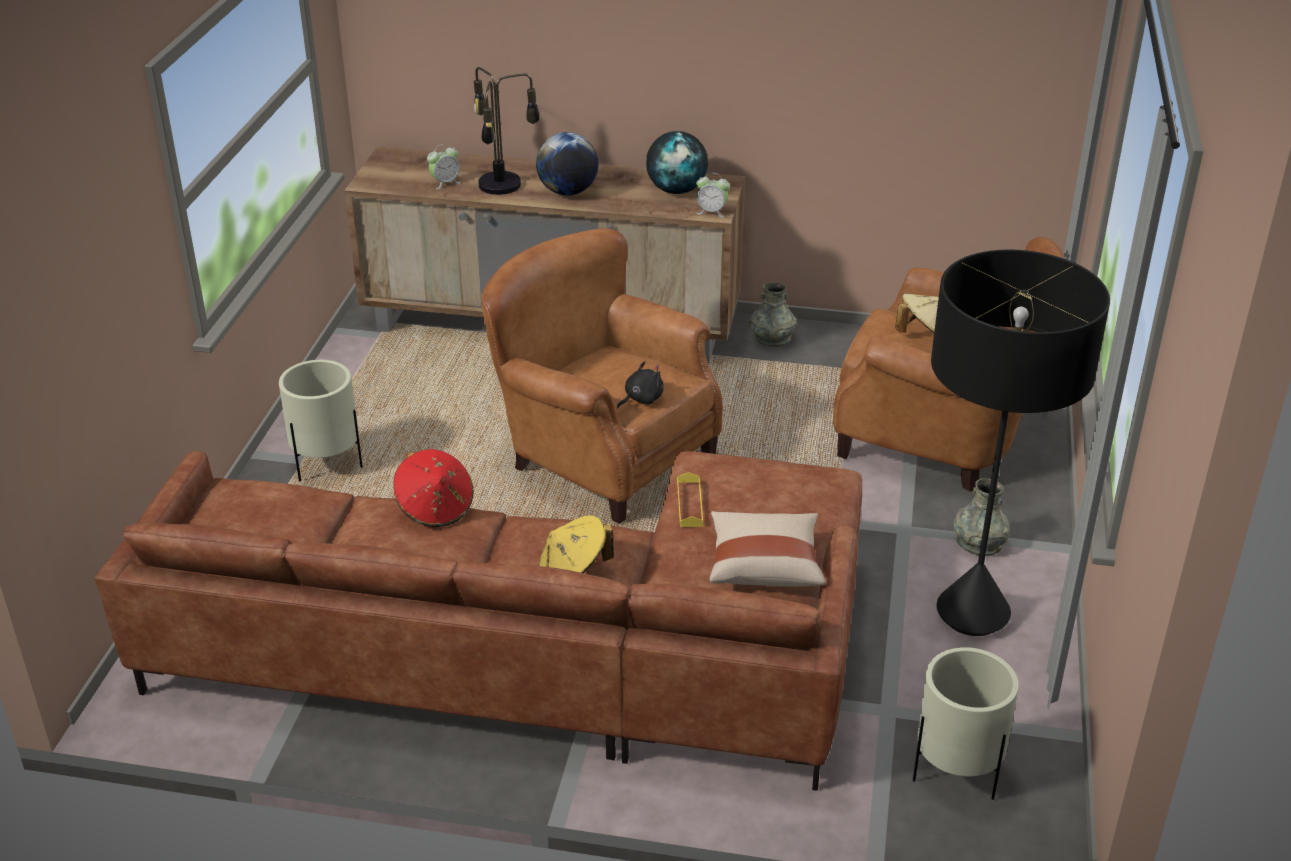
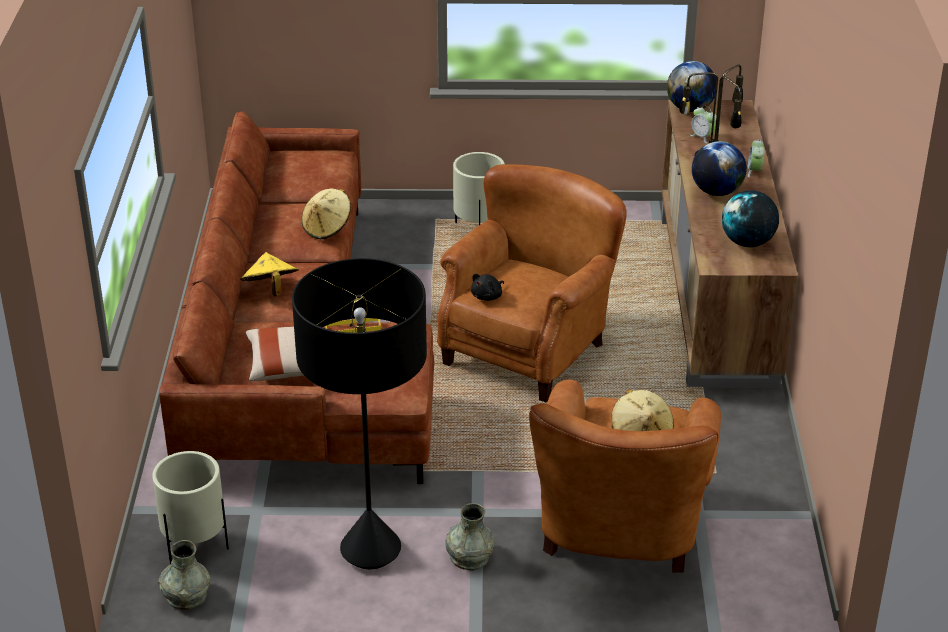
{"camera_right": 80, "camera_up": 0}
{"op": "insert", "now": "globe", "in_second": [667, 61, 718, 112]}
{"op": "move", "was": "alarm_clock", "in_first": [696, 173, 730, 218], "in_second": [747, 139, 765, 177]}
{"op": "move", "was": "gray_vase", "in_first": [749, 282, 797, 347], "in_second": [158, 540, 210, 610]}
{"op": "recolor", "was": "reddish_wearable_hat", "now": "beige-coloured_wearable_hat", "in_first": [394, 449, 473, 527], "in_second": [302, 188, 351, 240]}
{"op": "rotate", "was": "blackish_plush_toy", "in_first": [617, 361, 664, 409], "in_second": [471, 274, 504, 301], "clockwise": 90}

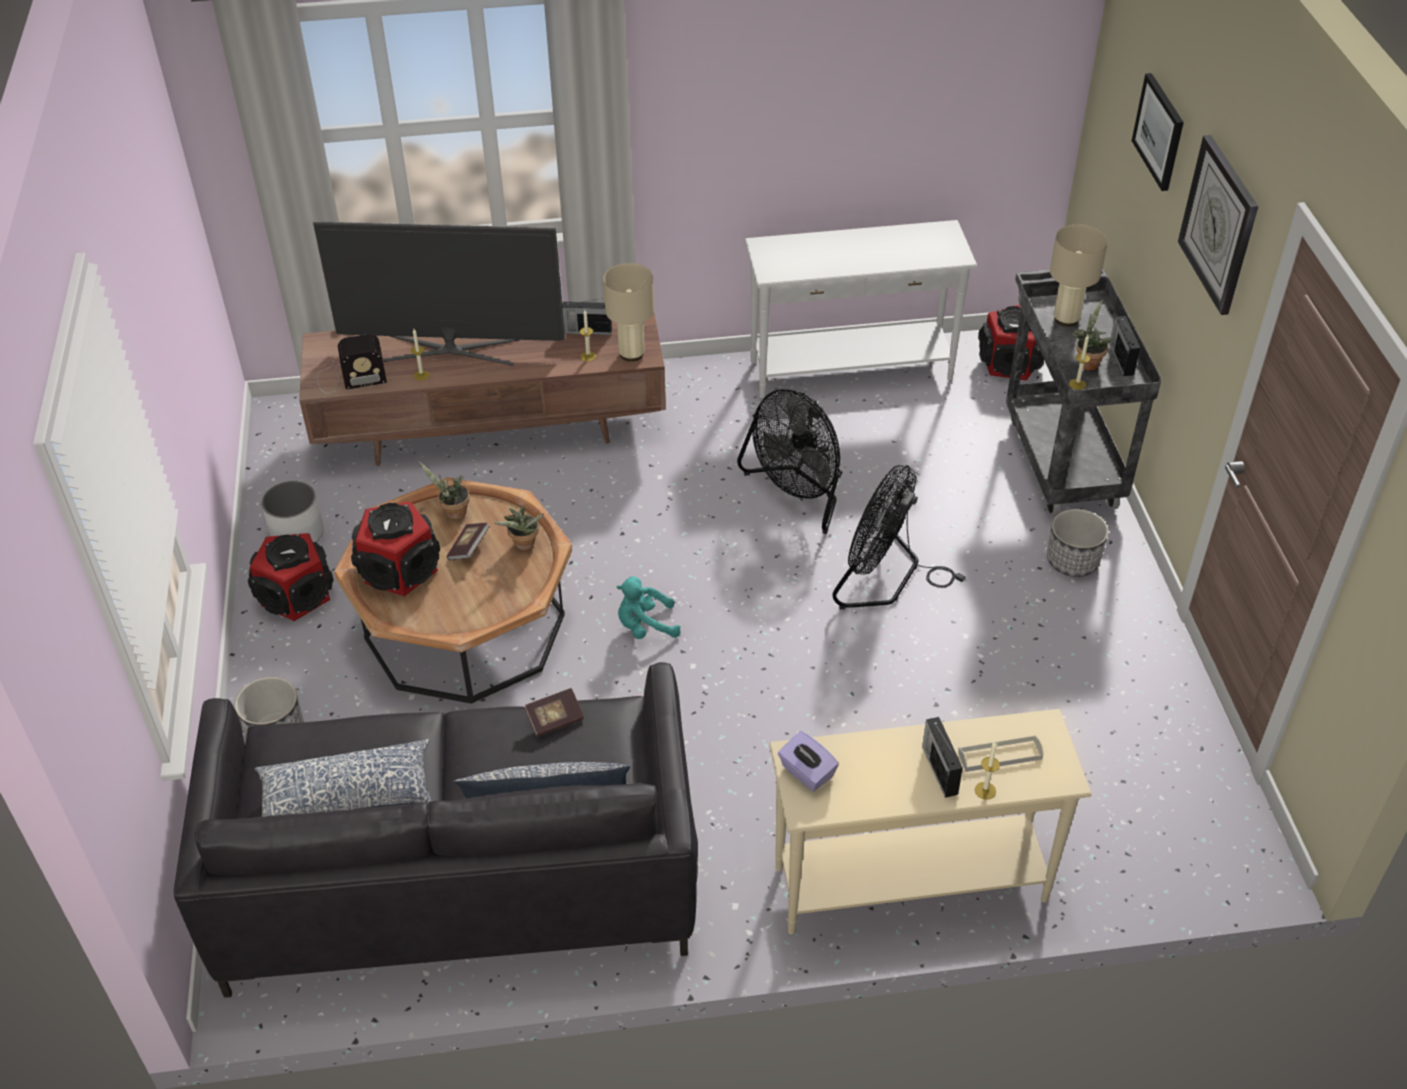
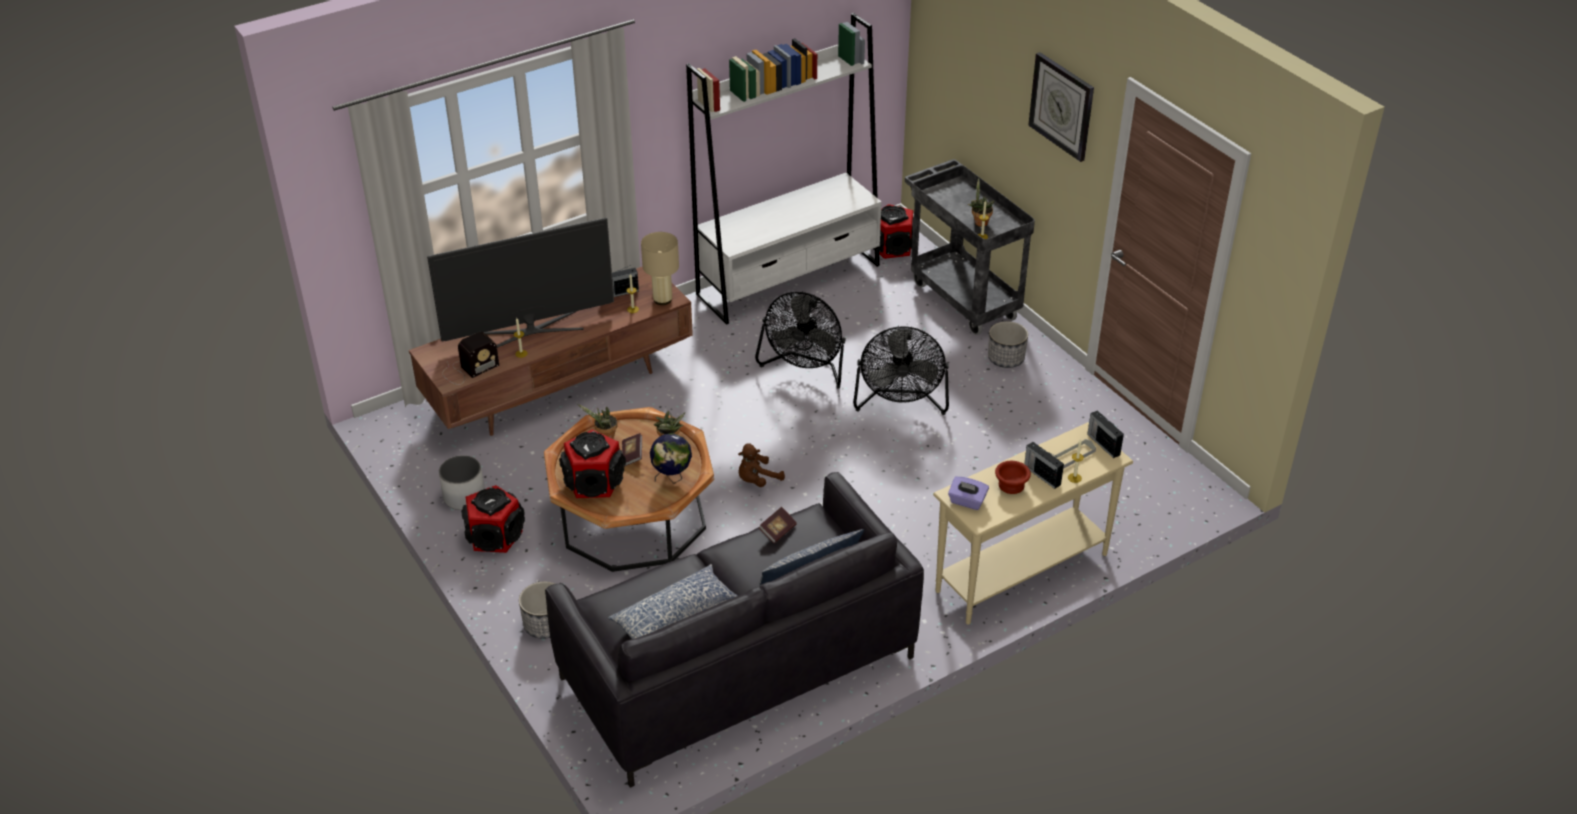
{"camera_right": -25, "camera_up": -5}
{"op": "delete", "was": "beige-coloured_table_lamp", "in_first": [1050, 224, 1108, 327]}
{"op": "delete", "was": "wall_art", "in_first": [1132, 73, 1184, 191]}
{"op": "insert", "now": "globe", "in_second": [650, 433, 692, 484]}
{"op": "insert", "now": "brown-coloured_deep_dish", "in_second": [995, 461, 1031, 494]}
{"op": "move", "was": "radio_set", "in_first": [1109, 316, 1140, 376], "in_second": [1087, 410, 1124, 458]}
{"op": "replace", "was": "white_console_table", "now": "white_bookcase", "in_first": [745, 220, 977, 399], "in_second": [686, 13, 882, 325]}
{"op": "recolor", "was": "turquoise_plush_toy", "now": "brown-coloured_plush_toy", "in_first": [617, 576, 681, 639], "in_second": [738, 443, 785, 487]}
{"op": "rotate", "was": "blackish_fan", "in_first": [833, 465, 966, 610], "in_second": [853, 326, 949, 415], "clockwise": -90}

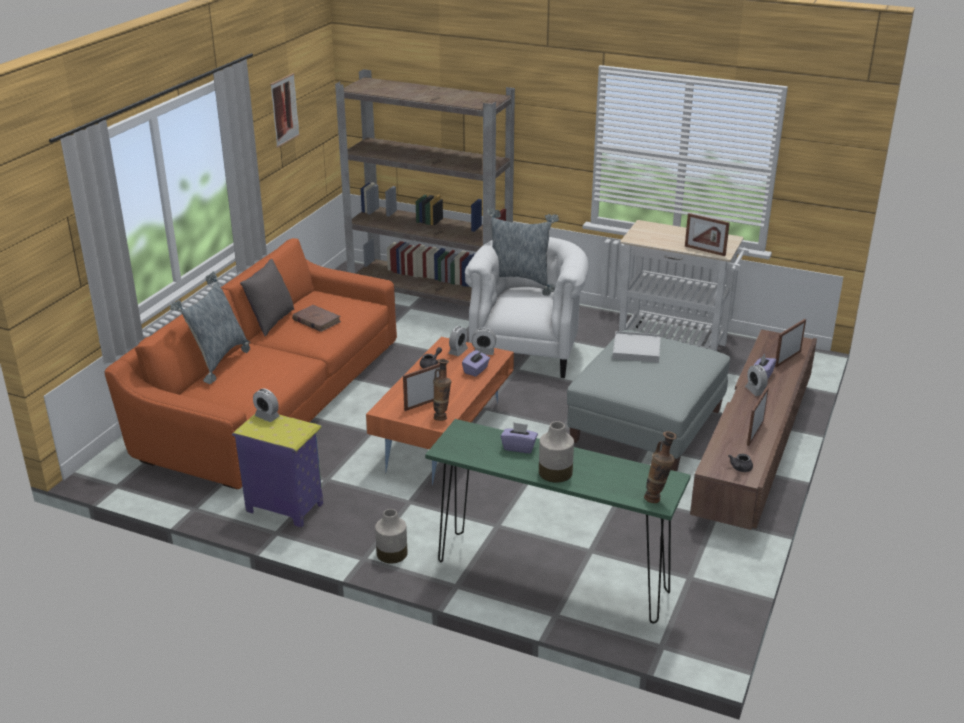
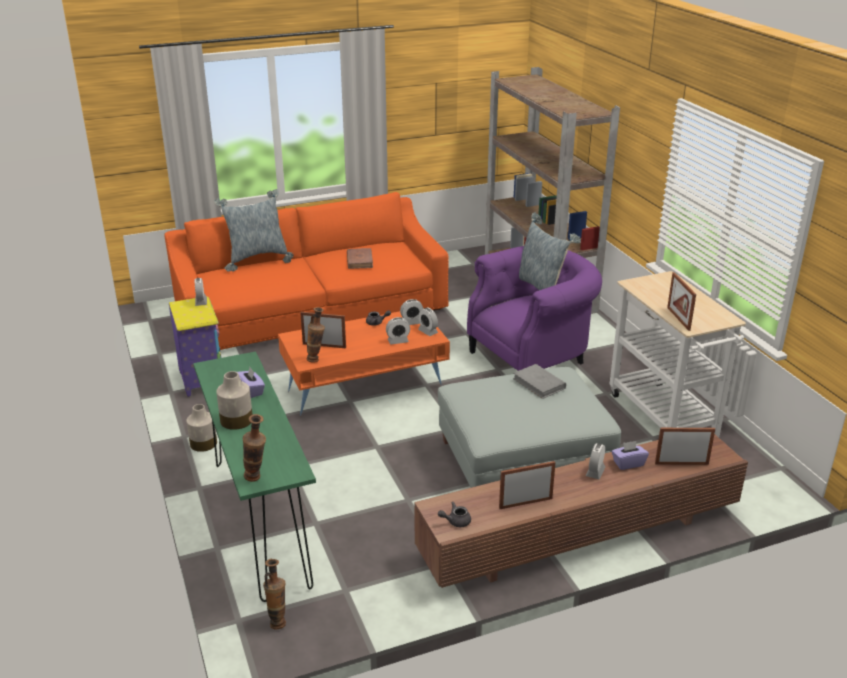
{"camera_right": 45, "camera_up": 0}
{"op": "delete", "was": "gray_cushion", "in_first": [240, 259, 294, 337]}
{"op": "delete", "was": "wall_art", "in_first": [270, 73, 300, 148]}
{"op": "insert", "now": "vase", "in_second": [263, 559, 286, 630]}
{"op": "replace", "was": "purple-coloured_box_of_tissues", "now": "alarm_clock", "in_first": [462, 350, 490, 377], "in_second": [386, 317, 410, 344]}
{"op": "replace", "was": "white_tray", "now": "gray_volume", "in_first": [613, 331, 661, 363], "in_second": [513, 364, 566, 399]}
{"op": "recolor", "was": "white_armchair", "now": "purple-coloured_armchair", "in_first": [465, 237, 588, 378], "in_second": [467, 246, 602, 371]}

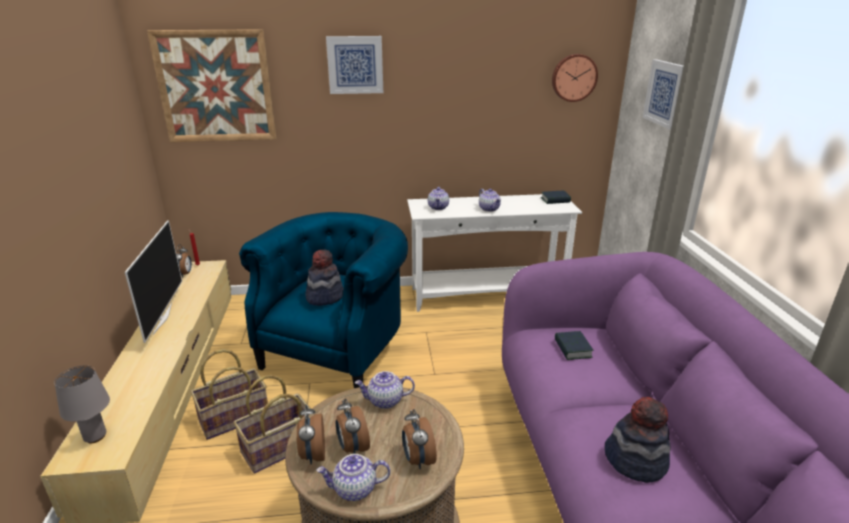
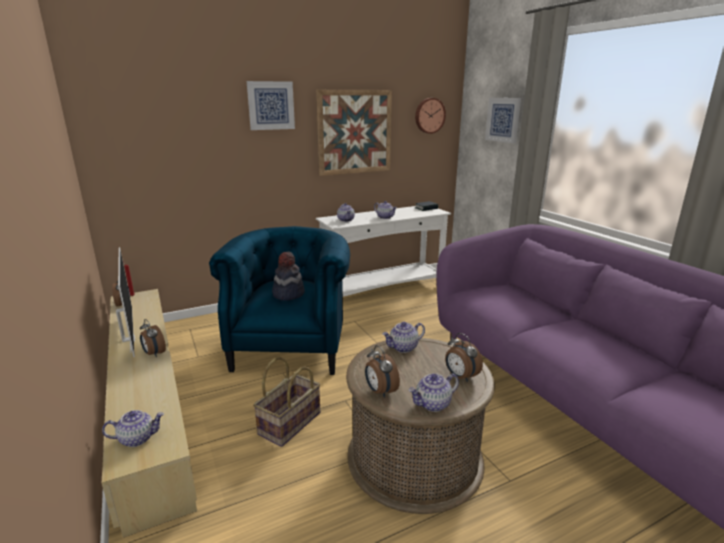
{"camera_right": -20, "camera_up": -5}
{"op": "delete", "was": "household_basket", "in_first": [191, 349, 268, 440]}
{"op": "delete", "was": "volume", "in_first": [555, 331, 593, 360]}
{"op": "delete", "was": "wearable_hat", "in_first": [605, 397, 670, 483]}
{"op": "move", "was": "wall_art", "in_first": [147, 29, 277, 142], "in_second": [316, 90, 392, 176]}
{"op": "move", "was": "alarm_clock", "in_first": [336, 398, 370, 454], "in_second": [140, 319, 166, 357]}
{"op": "replace", "was": "gray_table_lamp", "now": "pot_for_tea", "in_first": [54, 366, 110, 443], "in_second": [102, 410, 164, 447]}

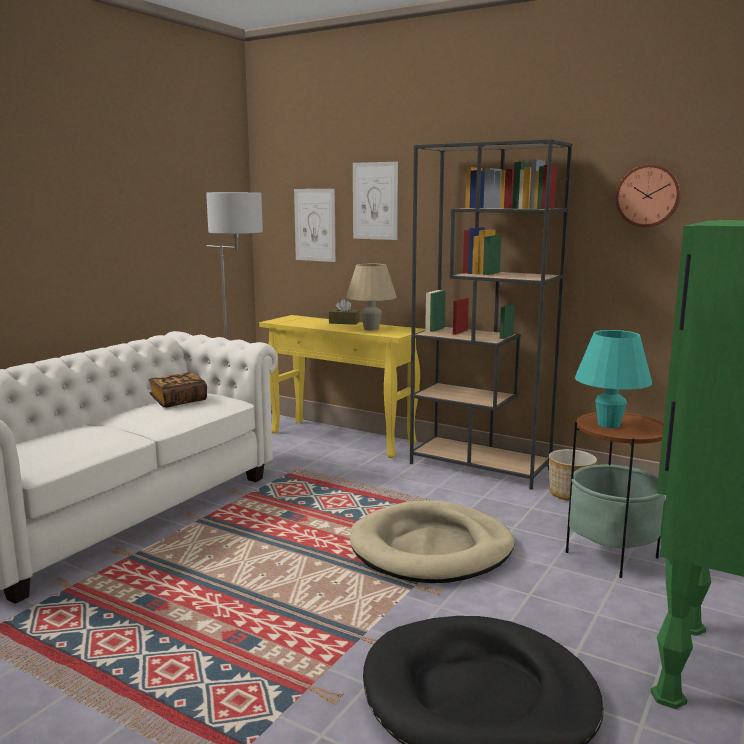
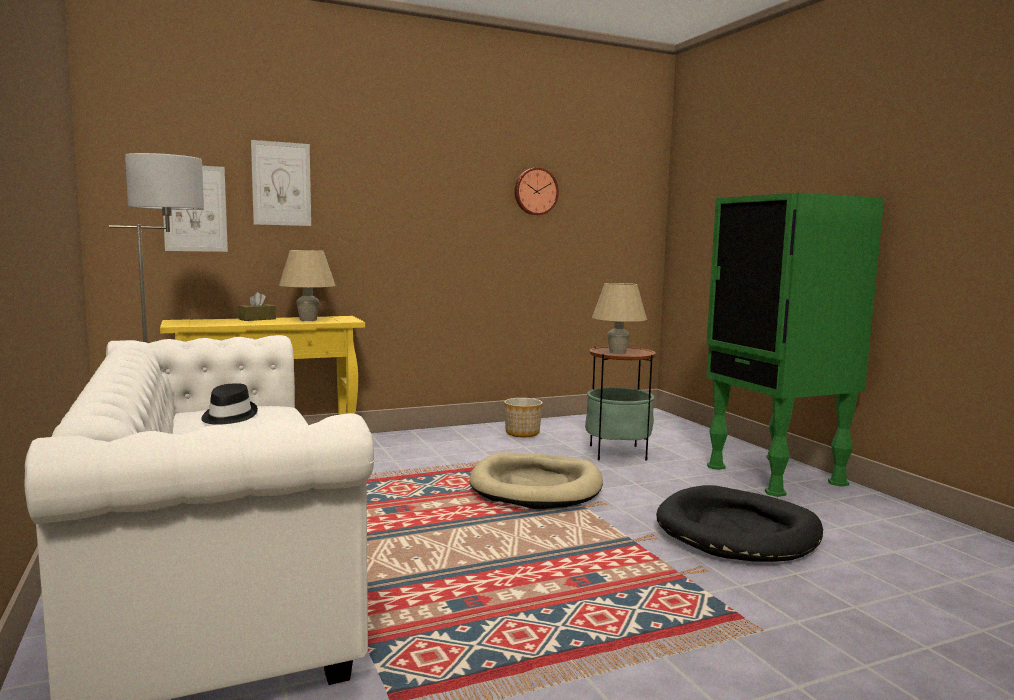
{"camera_right": -55, "camera_up": -5}
{"op": "delete", "was": "bookcase", "in_first": [410, 139, 572, 490]}
{"op": "replace", "was": "volume", "now": "blackish_wearable_hat", "in_first": [148, 372, 207, 408], "in_second": [201, 383, 258, 425]}
{"op": "recolor", "was": "turquoise_table_lamp", "now": "beige-coloured_table_lamp", "in_first": [575, 330, 652, 428], "in_second": [592, 283, 647, 354]}

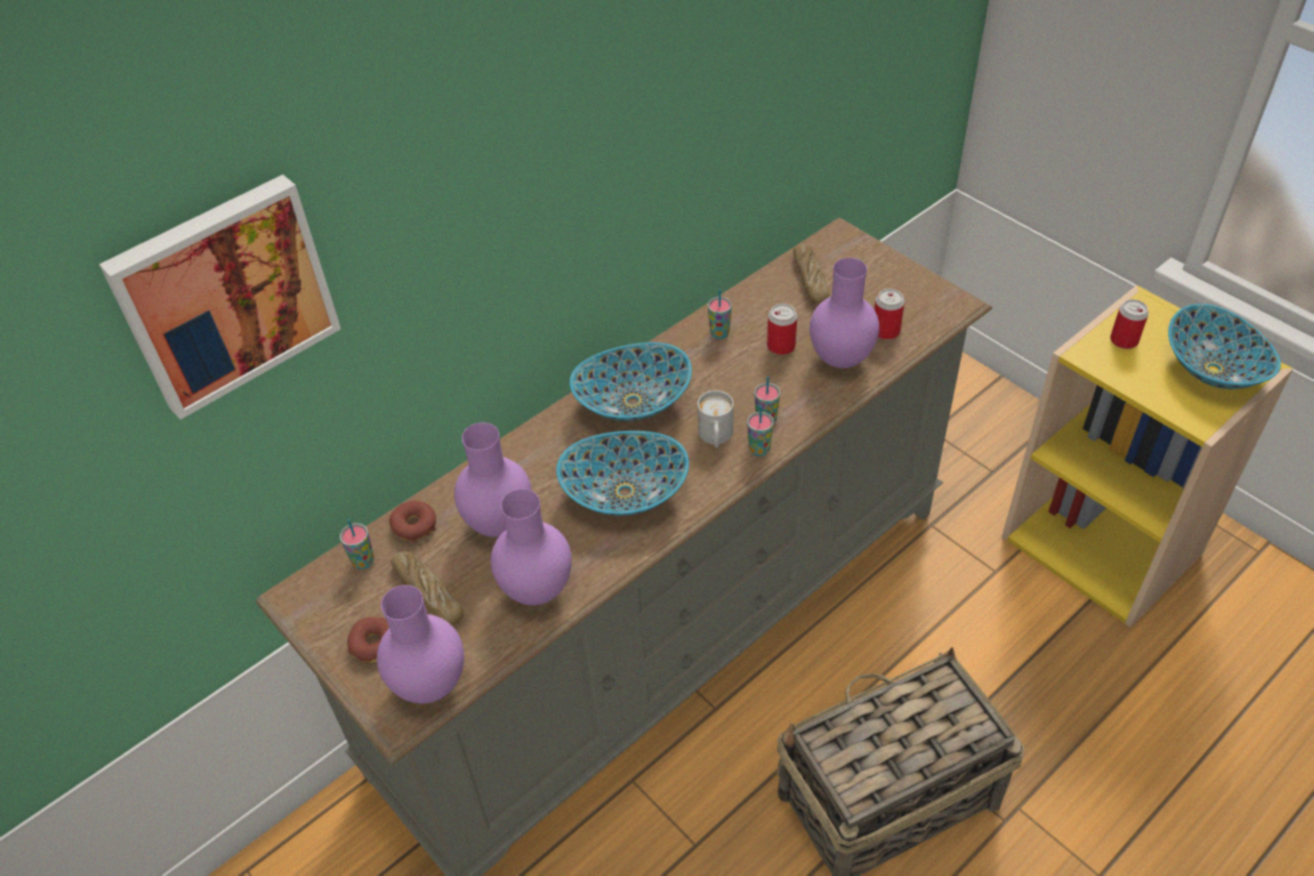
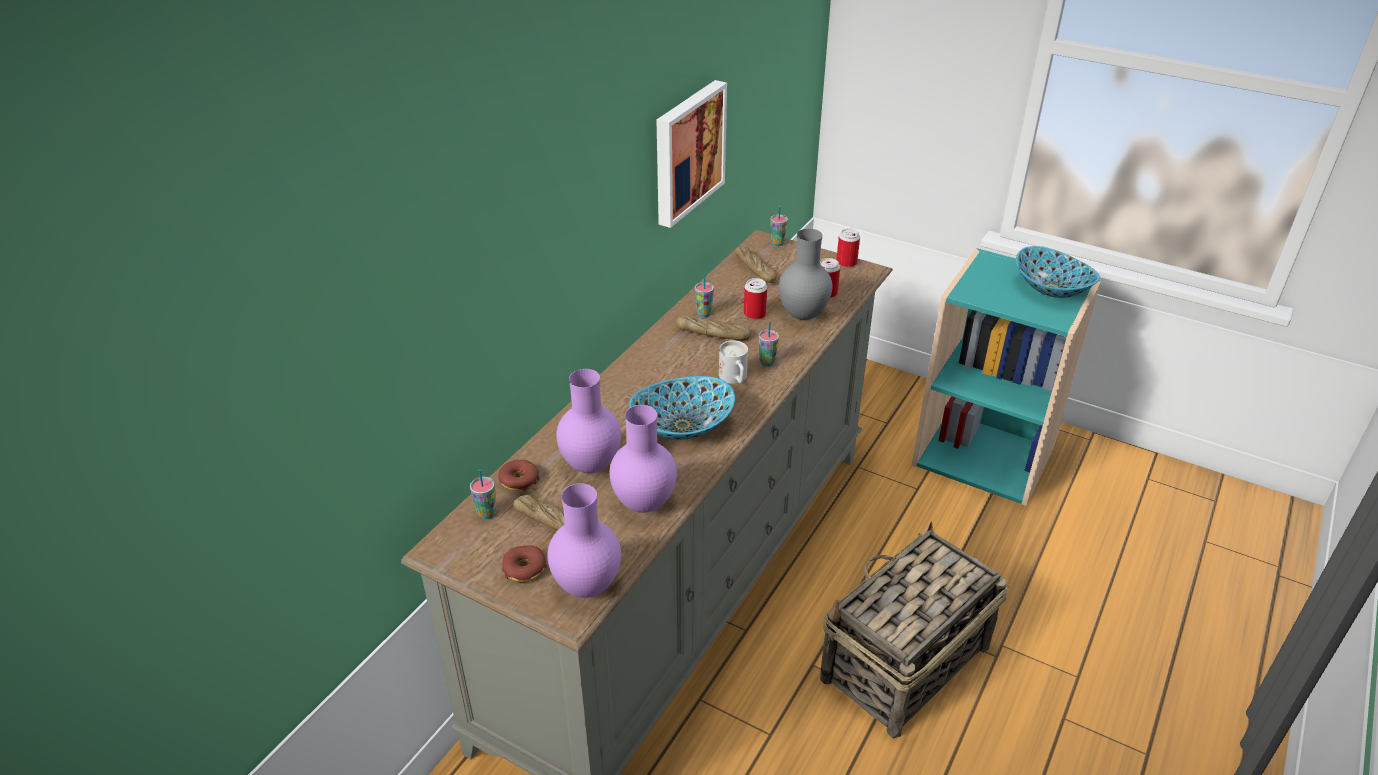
{"camera_right": -20, "camera_up": -10}
{"op": "delete", "was": "deep_dish", "in_first": [570, 342, 692, 421]}
{"op": "insert", "now": "bakery_bread", "in_second": [675, 315, 751, 340]}
{"op": "move", "was": "wall_art", "in_first": [99, 175, 341, 420], "in_second": [657, 80, 727, 228]}
{"op": "move", "was": "cup", "in_first": [747, 406, 774, 456], "in_second": [771, 206, 788, 246]}
{"op": "move", "was": "sealed_can", "in_first": [1110, 299, 1149, 349], "in_second": [836, 229, 860, 267]}
{"op": "recolor", "was": "purple-coloured_vase", "now": "gray_vase", "in_first": [810, 258, 879, 368], "in_second": [779, 229, 832, 320]}
{"op": "recolor", "was": "yellow-coloured_bookcase", "now": "turquoise_bookcase", "in_first": [1002, 285, 1293, 628], "in_second": [912, 248, 1101, 506]}

